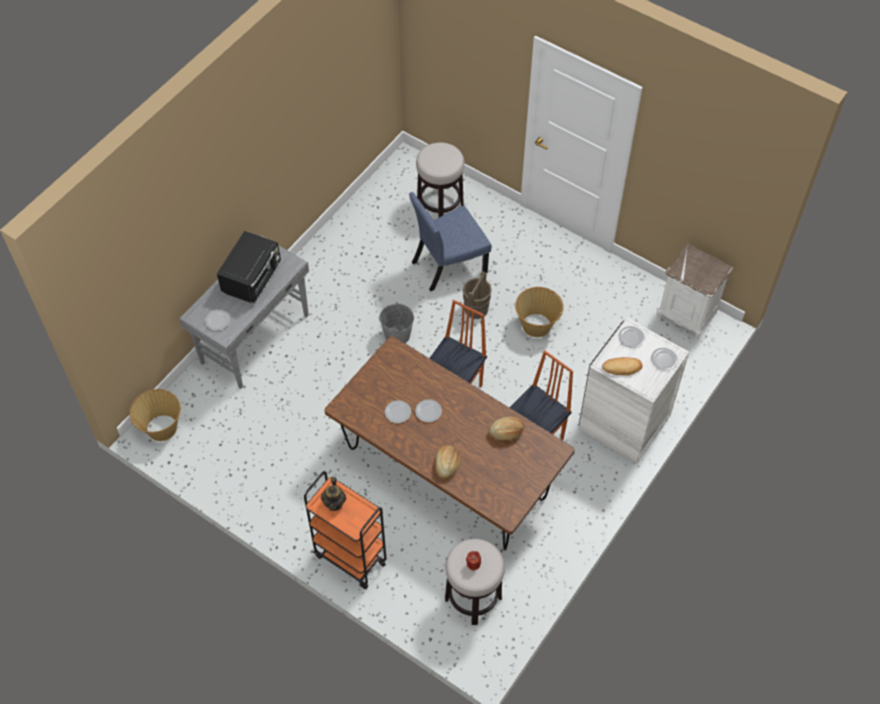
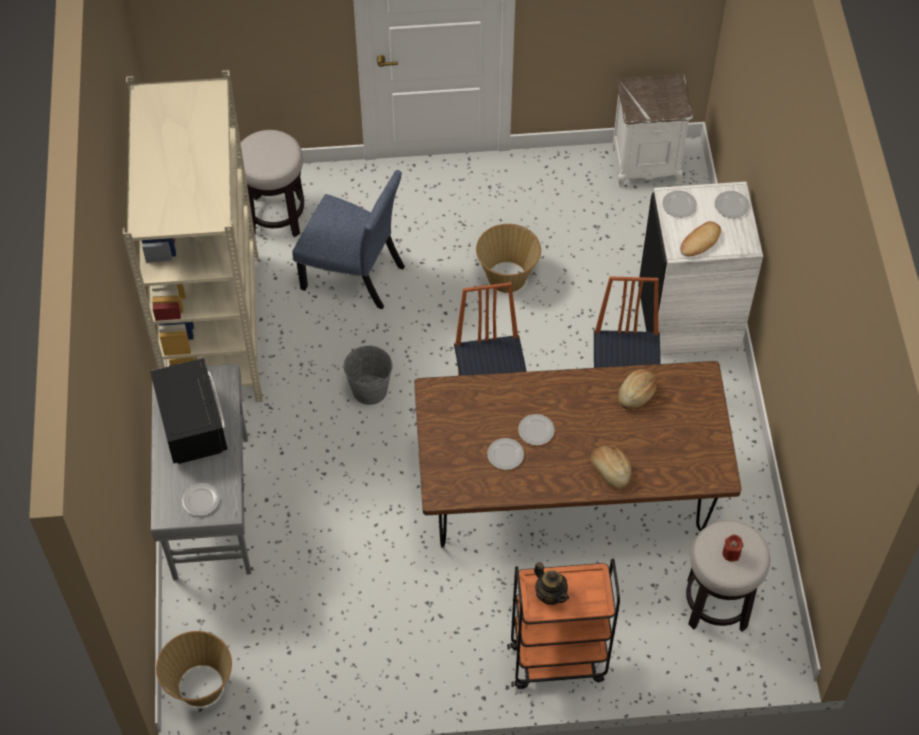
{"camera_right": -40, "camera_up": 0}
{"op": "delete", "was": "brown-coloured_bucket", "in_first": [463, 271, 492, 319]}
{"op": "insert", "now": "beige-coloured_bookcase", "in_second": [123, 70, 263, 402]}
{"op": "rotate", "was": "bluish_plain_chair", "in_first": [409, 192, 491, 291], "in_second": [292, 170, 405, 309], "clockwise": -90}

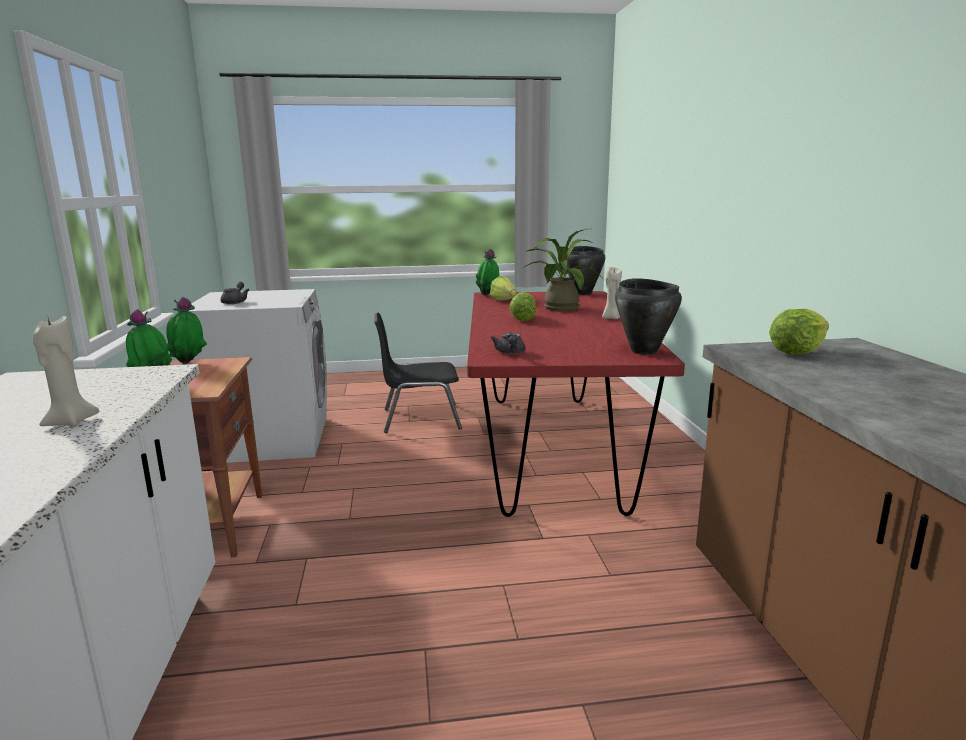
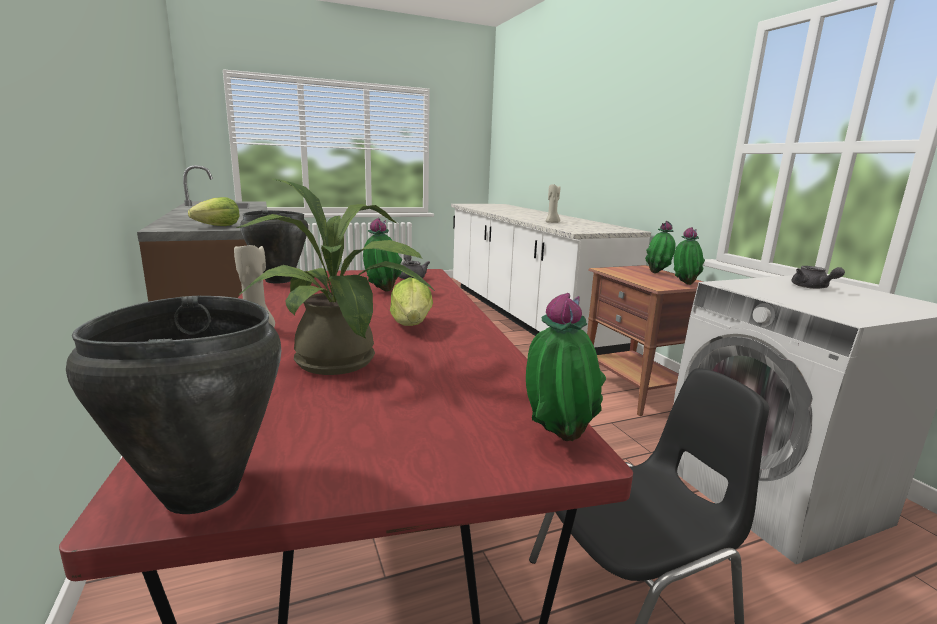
{"camera_right": 165, "camera_up": 0}
{"op": "delete", "was": "lettuce", "in_first": [490, 276, 516, 301]}
{"op": "insert", "now": "houseplant", "in_second": [363, 218, 402, 292]}

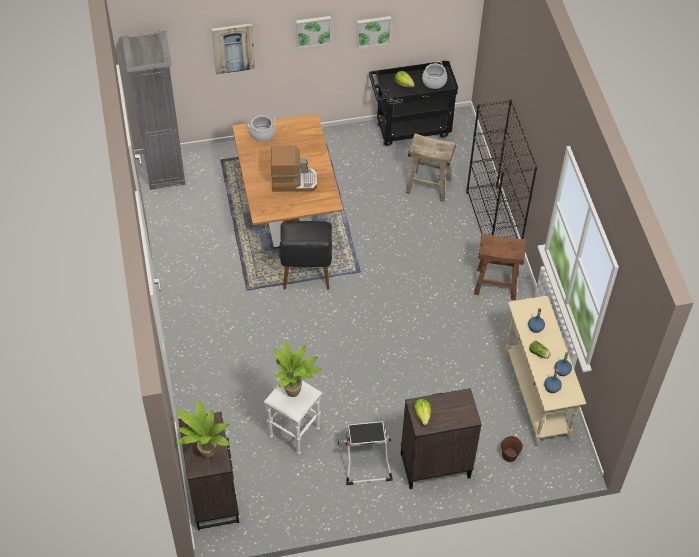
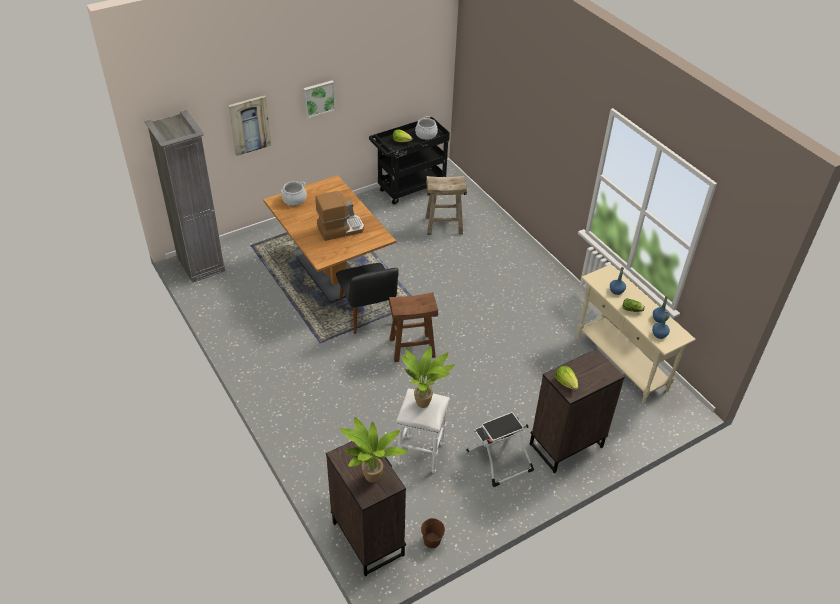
{"camera_right": -20, "camera_up": -10}
{"op": "delete", "was": "wall_art", "in_first": [356, 16, 392, 48]}
{"op": "delete", "was": "blackish_bookcase", "in_first": [466, 100, 537, 239]}
{"op": "move", "was": "brown-coloured_sitting_stool", "in_first": [474, 233, 527, 300], "in_second": [389, 292, 438, 362]}
{"op": "move", "was": "brown-coloured_bucket", "in_first": [501, 436, 523, 462], "in_second": [421, 518, 445, 548]}

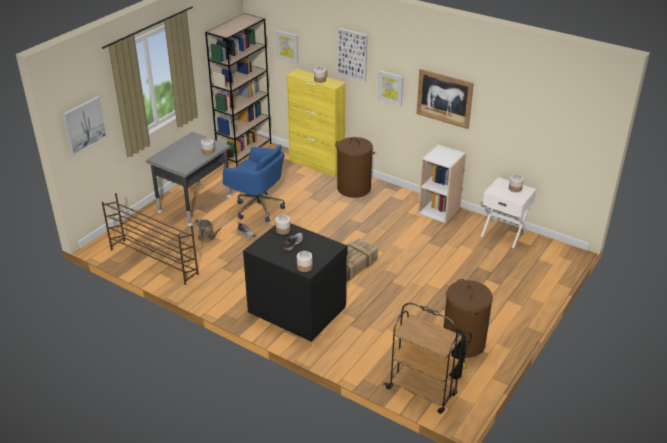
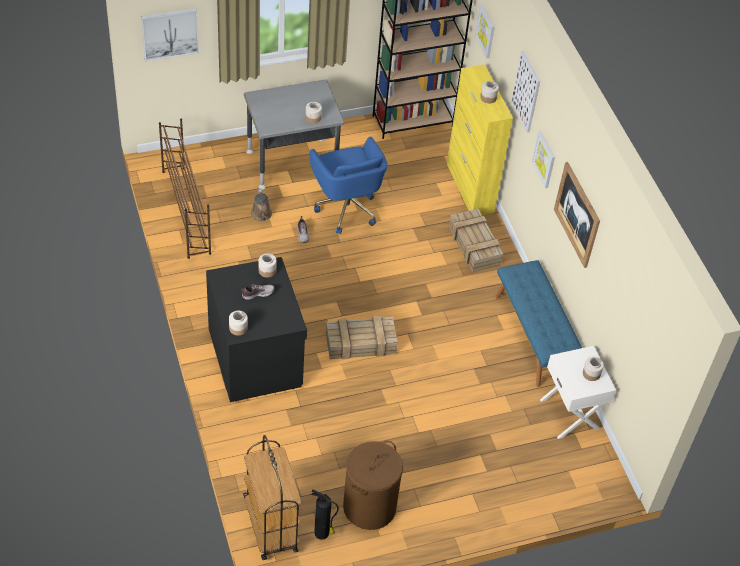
{"camera_right": 35, "camera_up": 15}
{"op": "replace", "was": "brown-coloured_laundry_basket", "now": "packing_crate", "in_first": [335, 137, 375, 198], "in_second": [449, 209, 503, 272]}
{"op": "replace", "was": "bookcase", "now": "bluish_long_seat", "in_first": [418, 144, 466, 223], "in_second": [495, 260, 582, 387]}

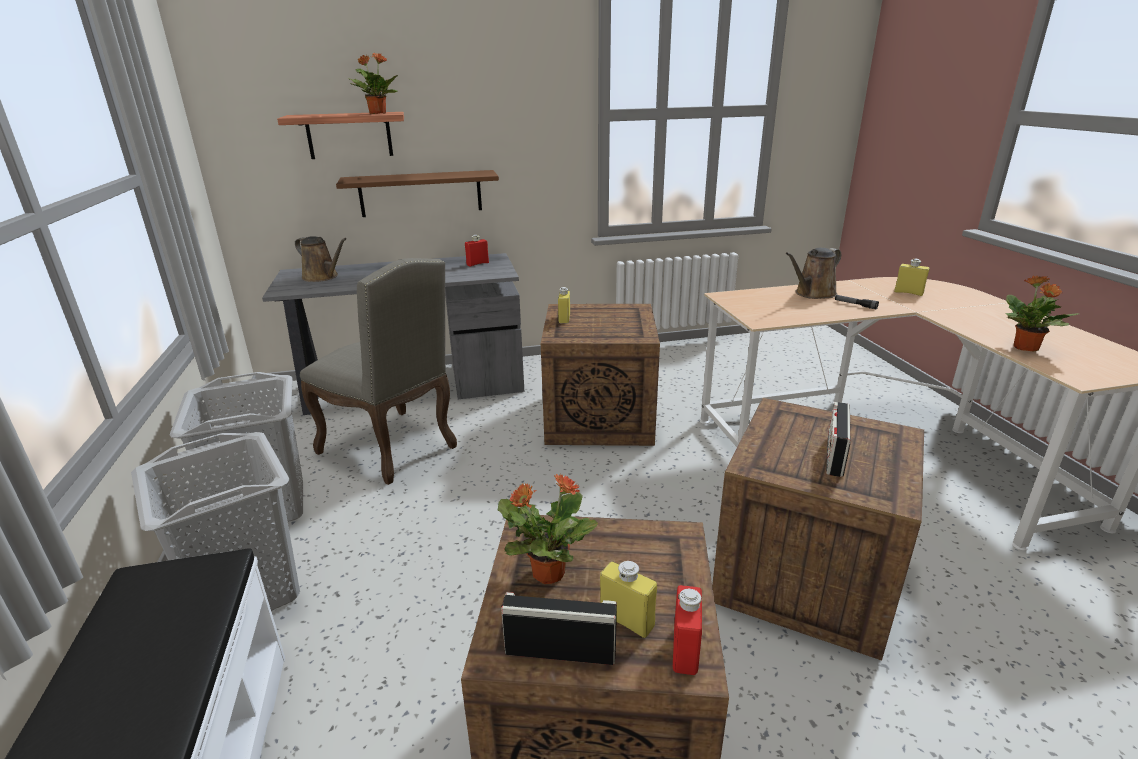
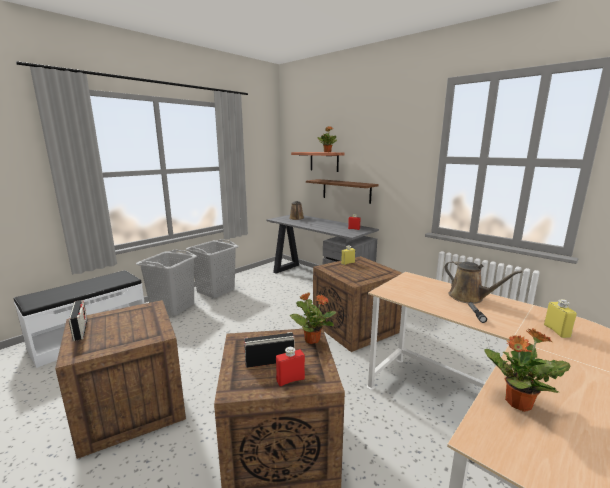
{"camera_right": 55, "camera_up": -10}
{"op": "delete", "was": "gray_plain_chair", "in_first": [300, 258, 457, 485]}
{"op": "delete", "was": "yellow-coloured_drink_bottle", "in_first": [600, 561, 657, 638]}
{"op": "move", "was": "houseplant", "in_first": [498, 474, 598, 584], "in_second": [290, 292, 336, 344]}
{"op": "move", "was": "reddish_drink_bottle", "in_first": [673, 585, 702, 675], "in_second": [276, 347, 305, 386]}
{"op": "rotate", "was": "brown-coloured_watering_can", "in_first": [786, 248, 841, 299], "in_second": [444, 261, 523, 304], "clockwise": -150}

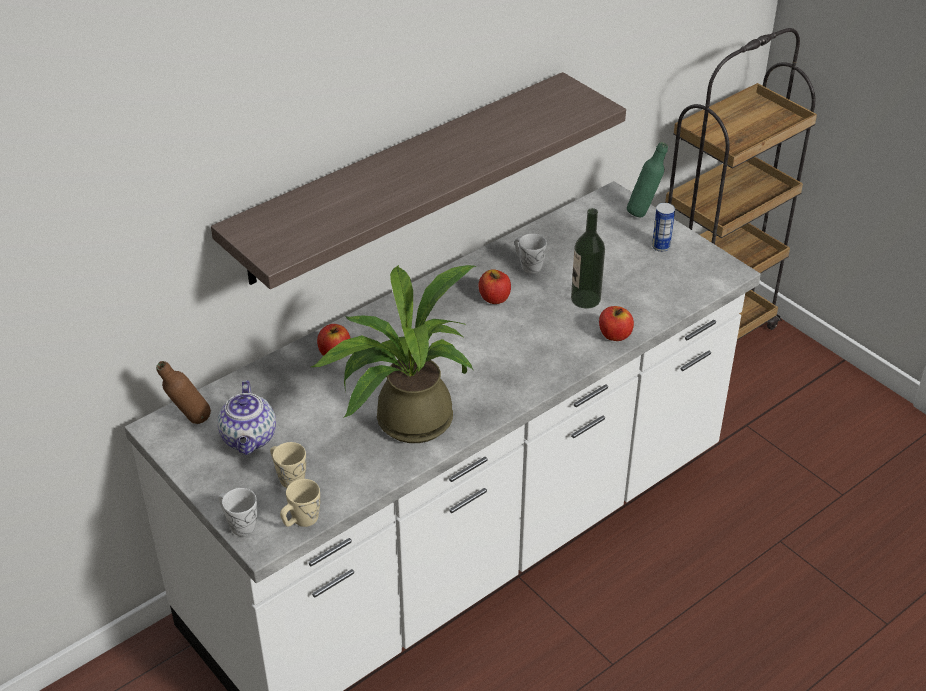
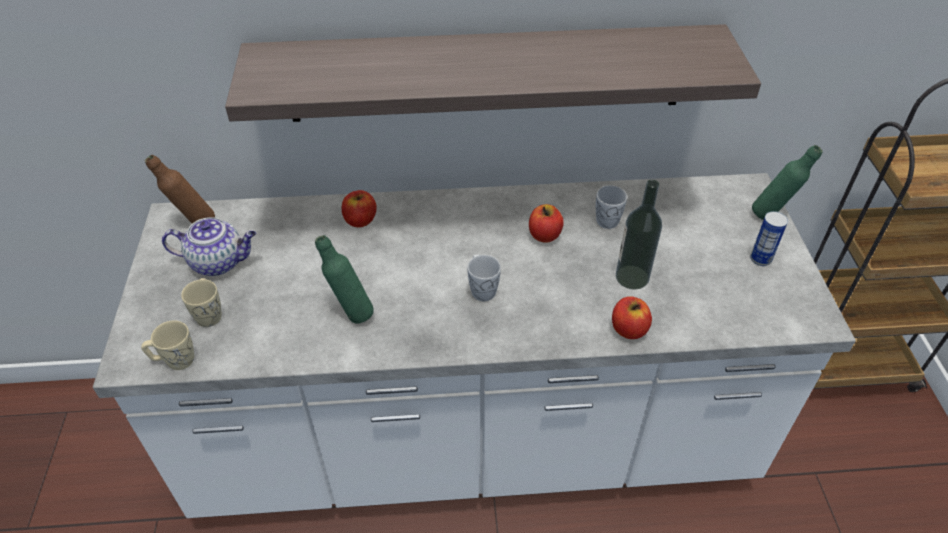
{"camera_right": 35, "camera_up": 5}
{"op": "move", "was": "white_coffee_mug", "in_first": [218, 488, 257, 536], "in_second": [467, 254, 501, 301]}
{"op": "replace", "was": "houseplant", "now": "greenish_drink_bottle", "in_first": [311, 265, 476, 443], "in_second": [315, 235, 374, 324]}
{"op": "rotate", "was": "pot_for_tea", "in_first": [218, 380, 276, 455], "in_second": [162, 217, 256, 276], "clockwise": -120}

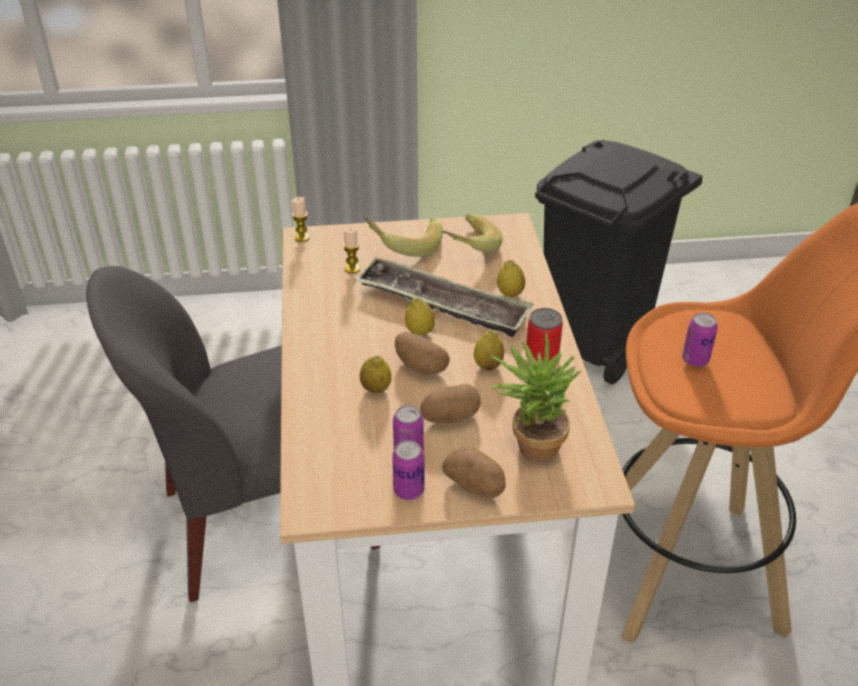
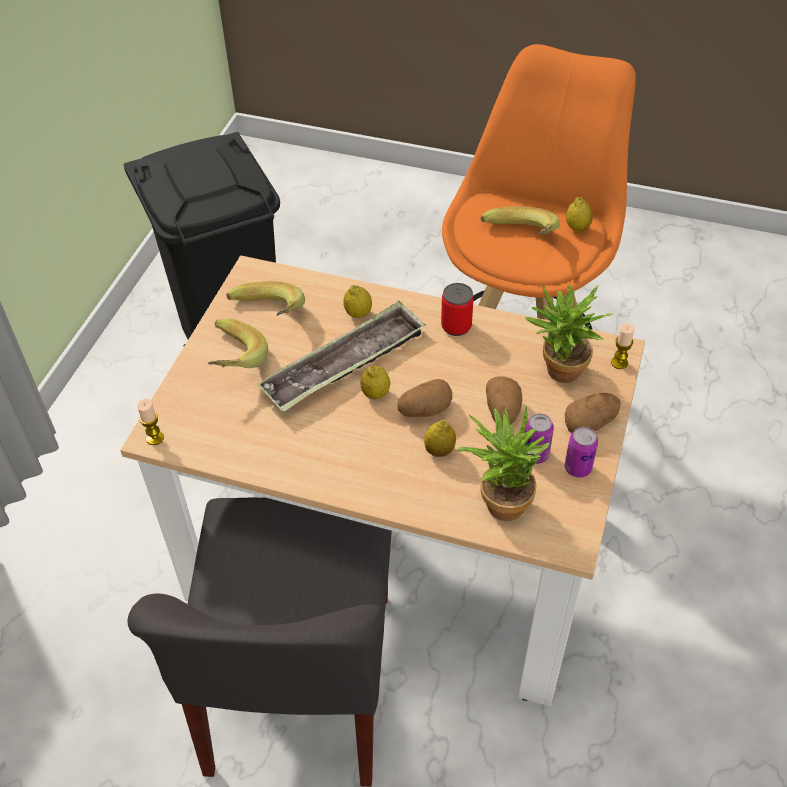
{"camera_right": -65, "camera_up": 10}
{"op": "insert", "now": "houseplant", "in_second": [457, 405, 550, 521]}
{"op": "move", "was": "wax_candle", "in_first": [343, 227, 361, 274], "in_second": [611, 324, 635, 369]}
{"op": "move", "was": "citrus_fruit", "in_first": [474, 330, 504, 371], "in_second": [566, 197, 593, 231]}
{"op": "replace", "was": "sealed_can", "now": "whole_banana", "in_first": [682, 313, 718, 367], "in_second": [480, 206, 560, 235]}

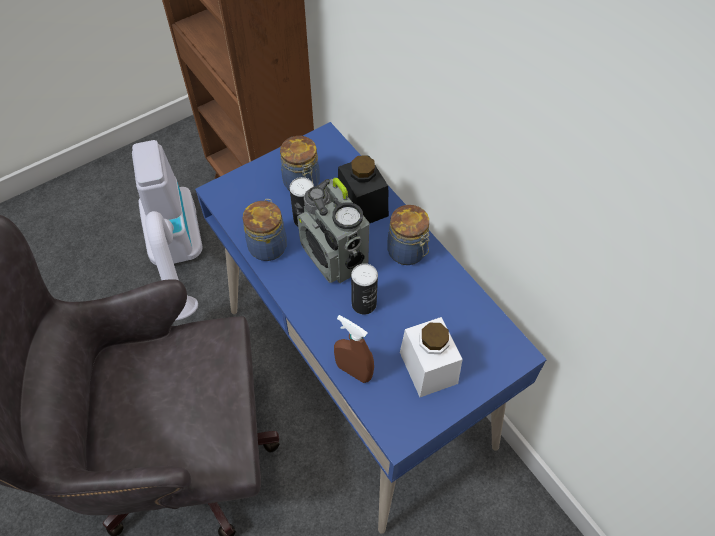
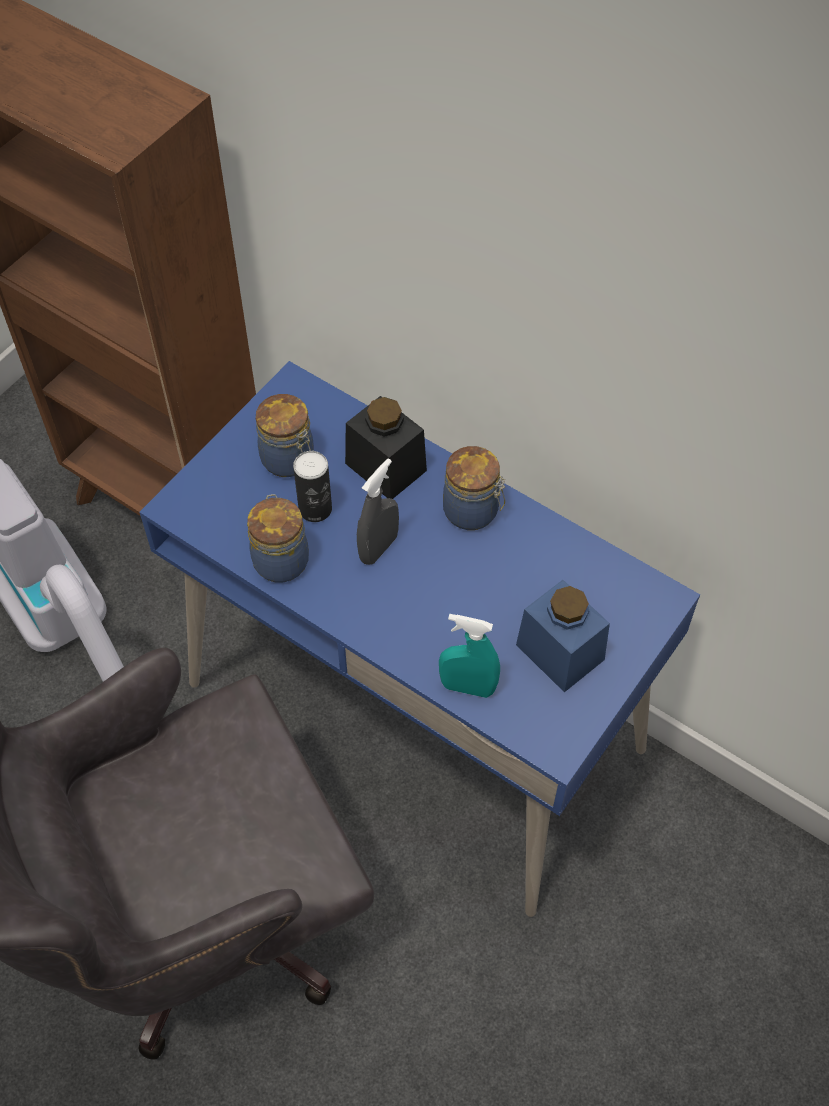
{"camera_right": -20, "camera_up": 0}
{"op": "delete", "was": "sealed_can", "in_first": [351, 263, 378, 315]}
{"op": "replace", "was": "radio_set", "now": "gray_spray_bottle", "in_first": [297, 178, 369, 283], "in_second": [357, 458, 399, 565]}
{"op": "recolor", "was": "brown-coloured_spray_bottle", "now": "turquoise_spray_bottle", "in_first": [334, 315, 374, 383], "in_second": [439, 614, 500, 698]}
{"op": "recolor", "was": "white_storage_jar", "now": "bluish_storage_jar", "in_first": [400, 317, 463, 397], "in_second": [516, 580, 610, 692]}

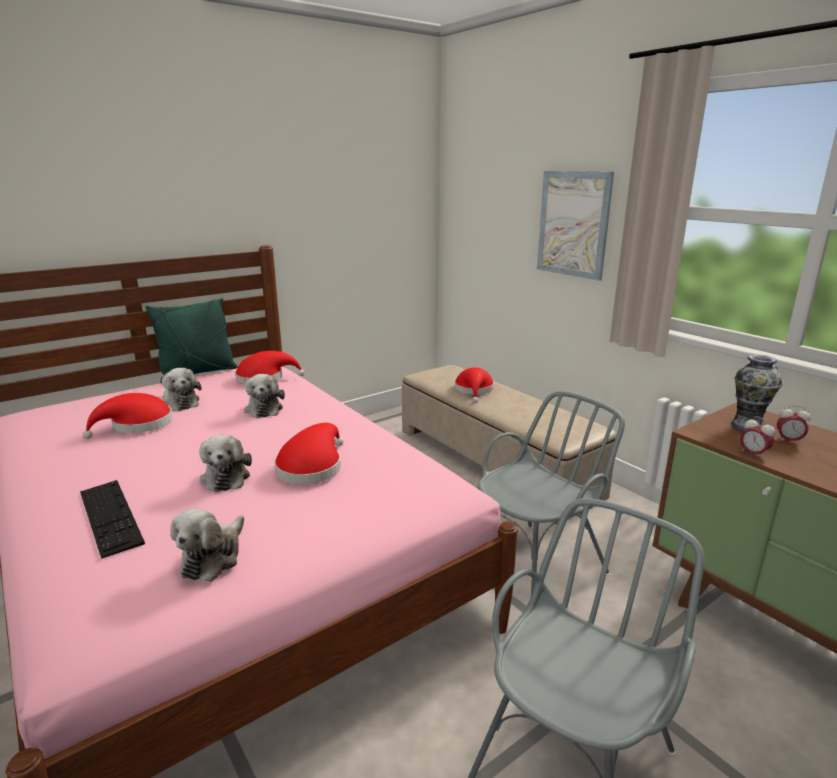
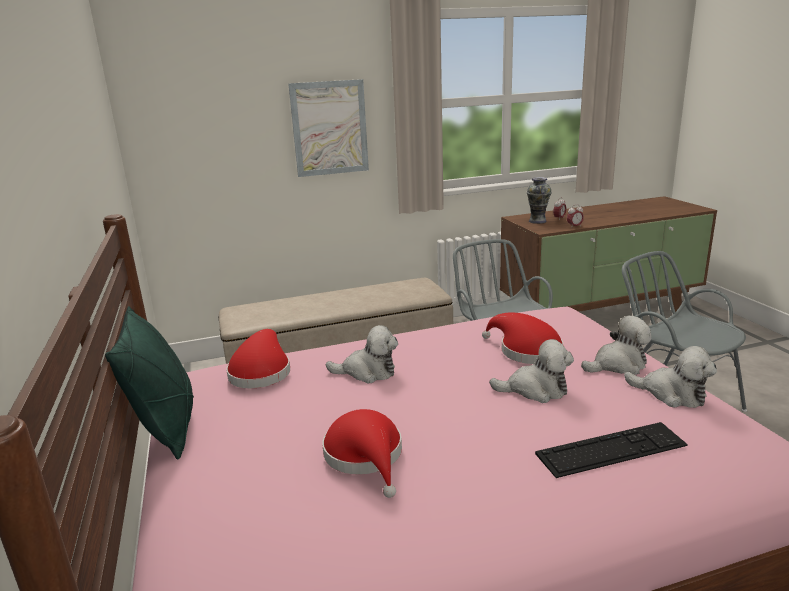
{"camera_right": -70, "camera_up": 0}
{"op": "delete", "was": "reddish_wearable_hat", "in_first": [455, 367, 494, 403]}
{"op": "move", "was": "plush_toy", "in_first": [162, 368, 202, 411], "in_second": [581, 316, 652, 375]}

